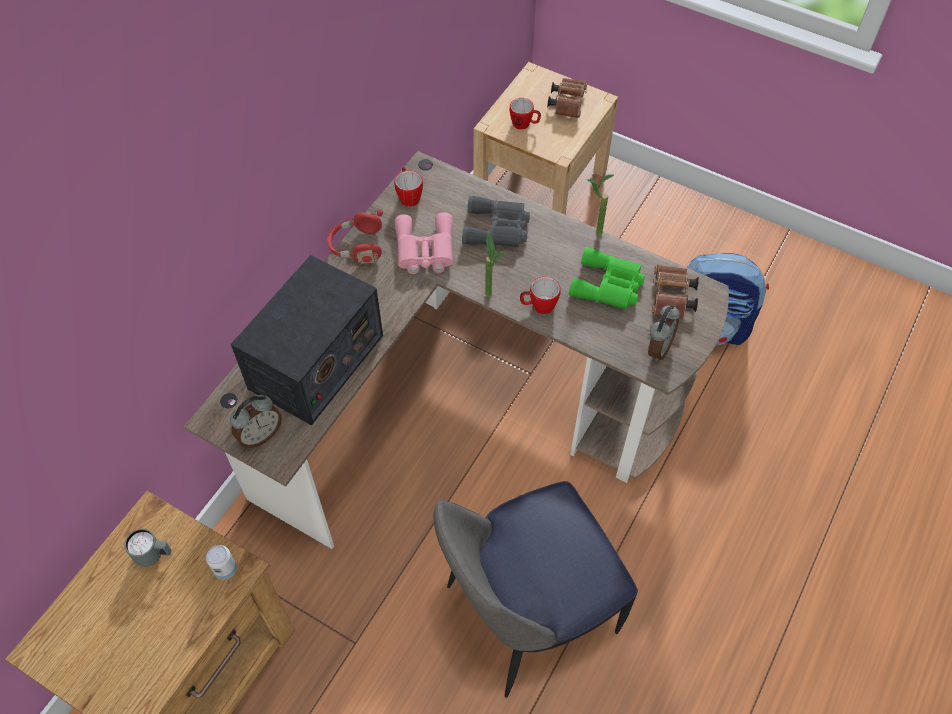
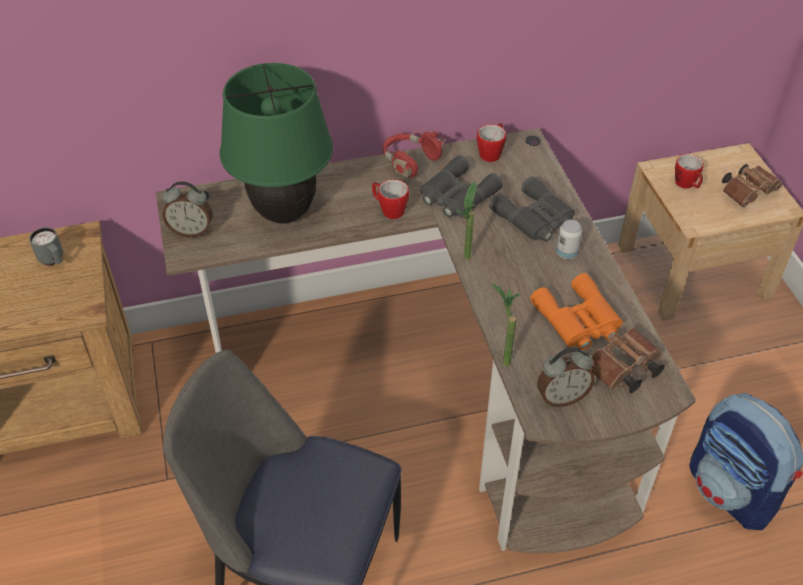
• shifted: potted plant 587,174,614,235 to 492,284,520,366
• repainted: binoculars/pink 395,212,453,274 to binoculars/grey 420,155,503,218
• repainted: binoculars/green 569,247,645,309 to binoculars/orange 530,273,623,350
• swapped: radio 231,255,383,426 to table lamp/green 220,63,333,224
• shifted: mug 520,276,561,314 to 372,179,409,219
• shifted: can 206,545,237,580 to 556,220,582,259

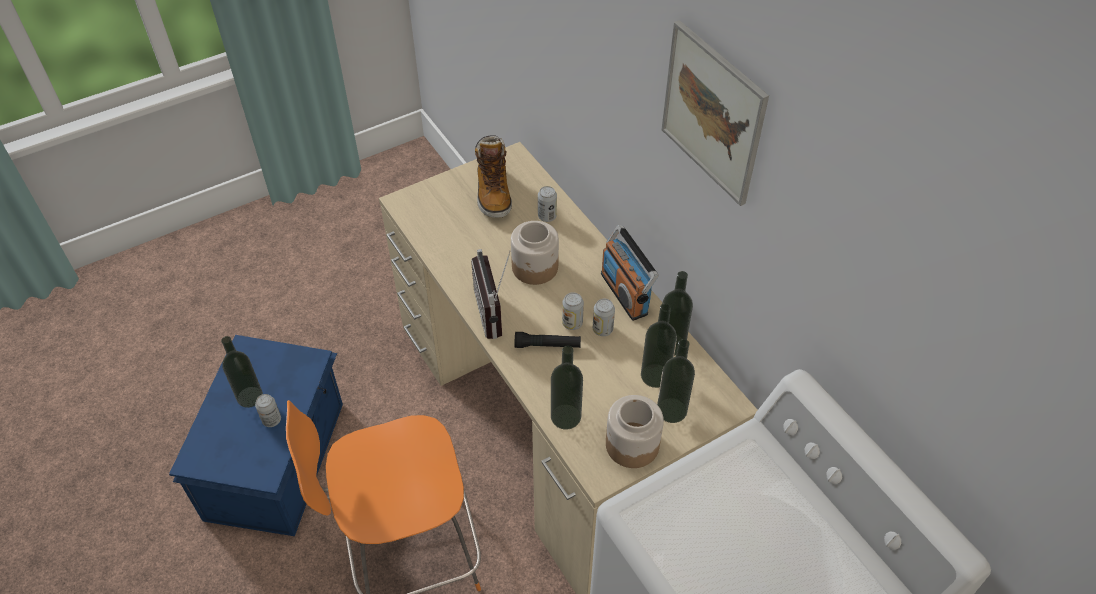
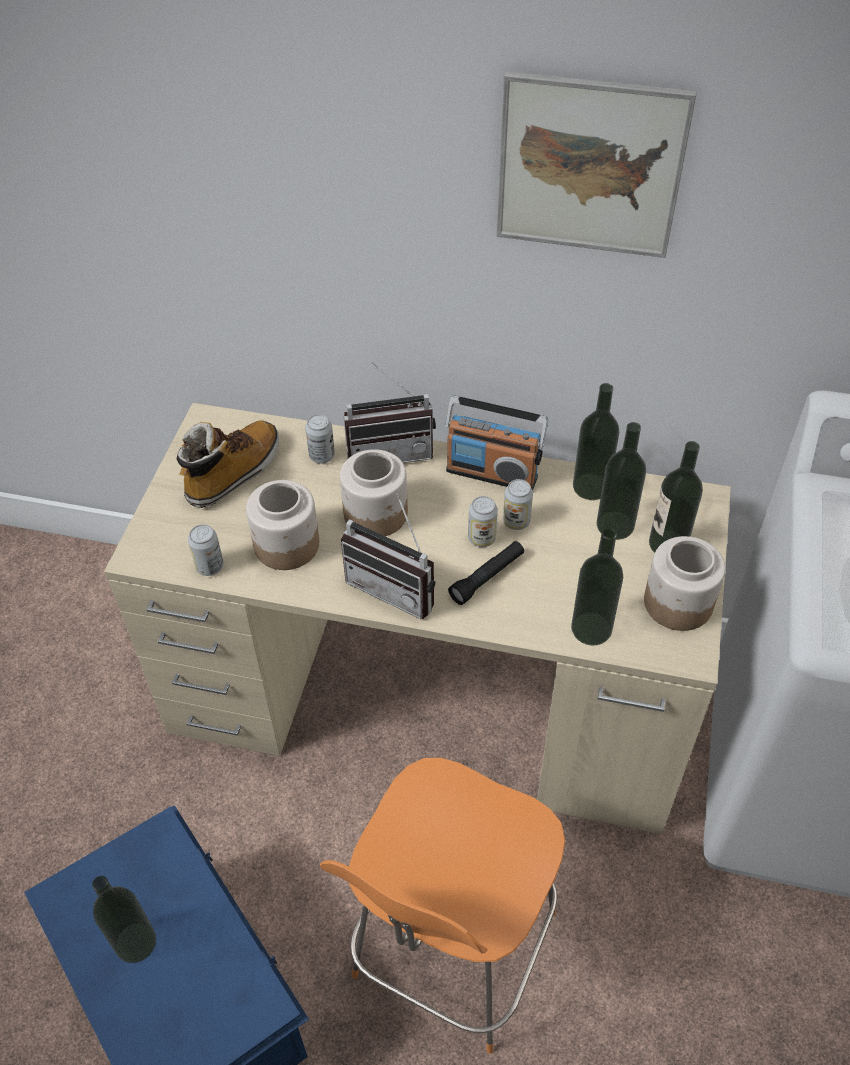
• rotated: boot 475,135,512,218 = 177,420,279,508 90 degrees counterclockwise
• shifted: can 255,394,281,427 to 188,524,224,576
• new: radio 344,362,436,463
• new: jar 246,480,319,570

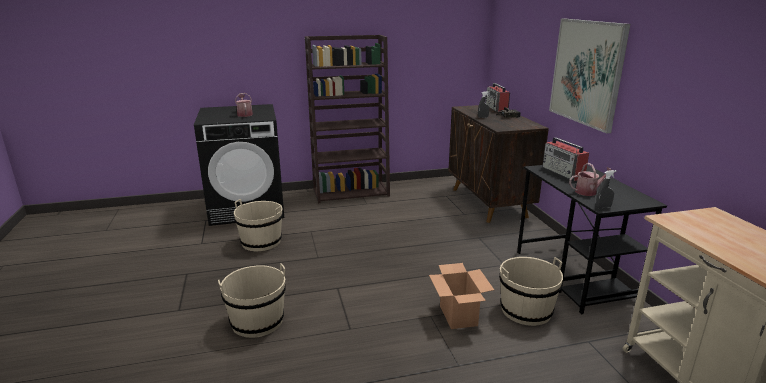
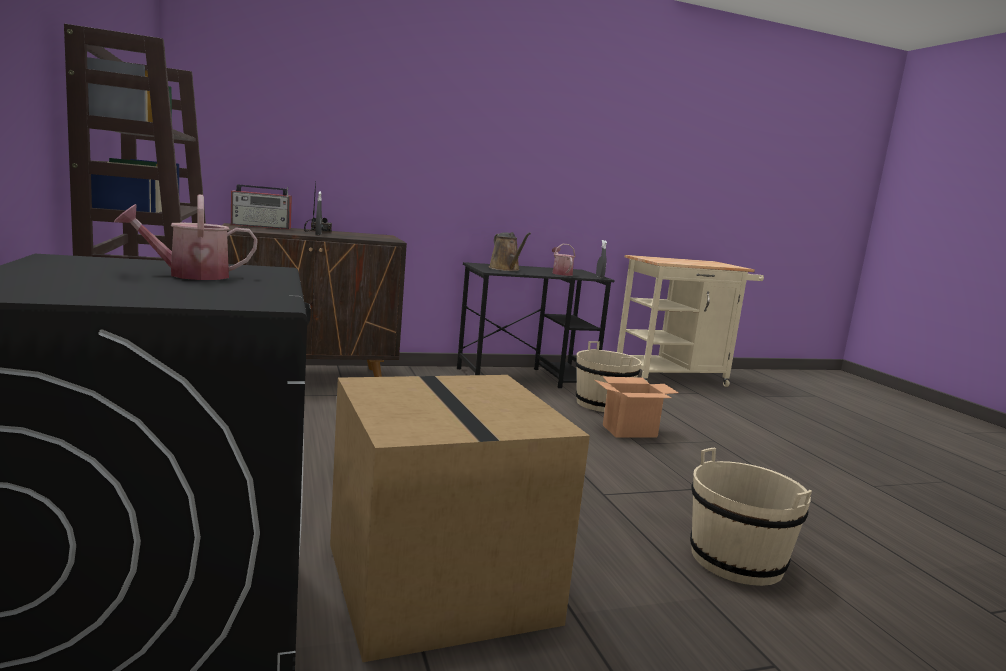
• gone: picture 549,19,630,133
• swapped: radio 542,137,589,181 to watering can/brown 489,232,531,271
• swapped: bucket/beige 234,199,283,251 to cardboard box 330,375,590,662

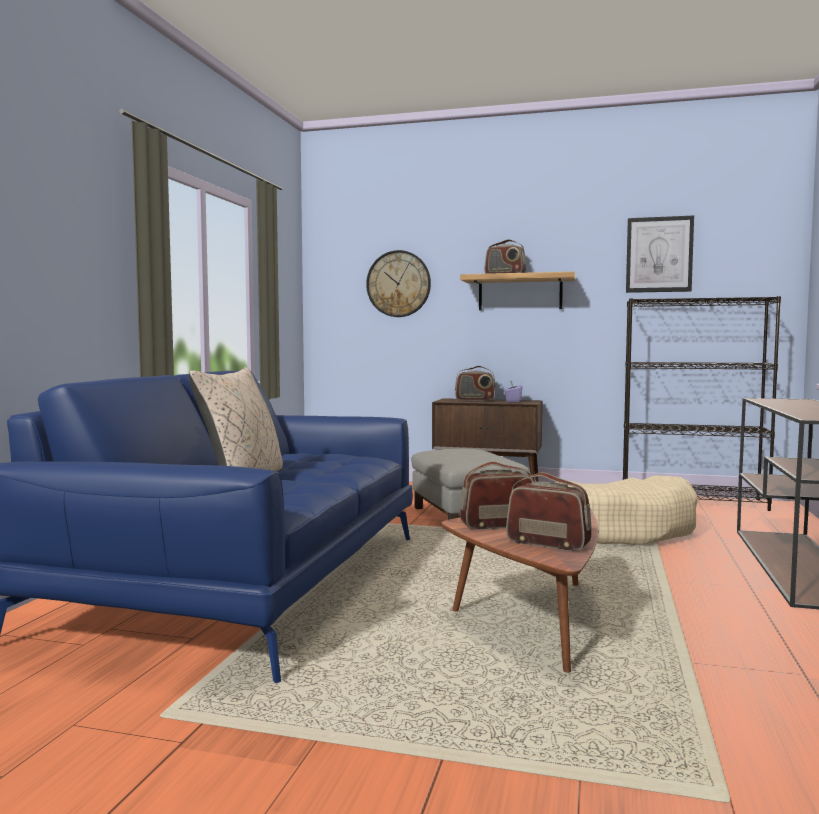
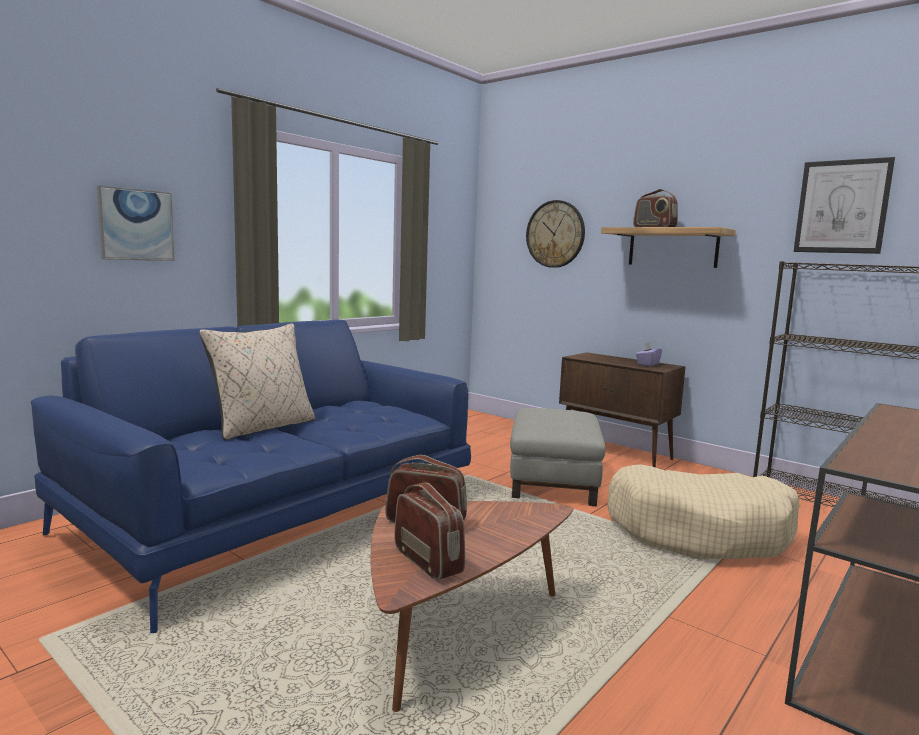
• gone: radio 455,366,496,401
• new: picture 97,185,175,261

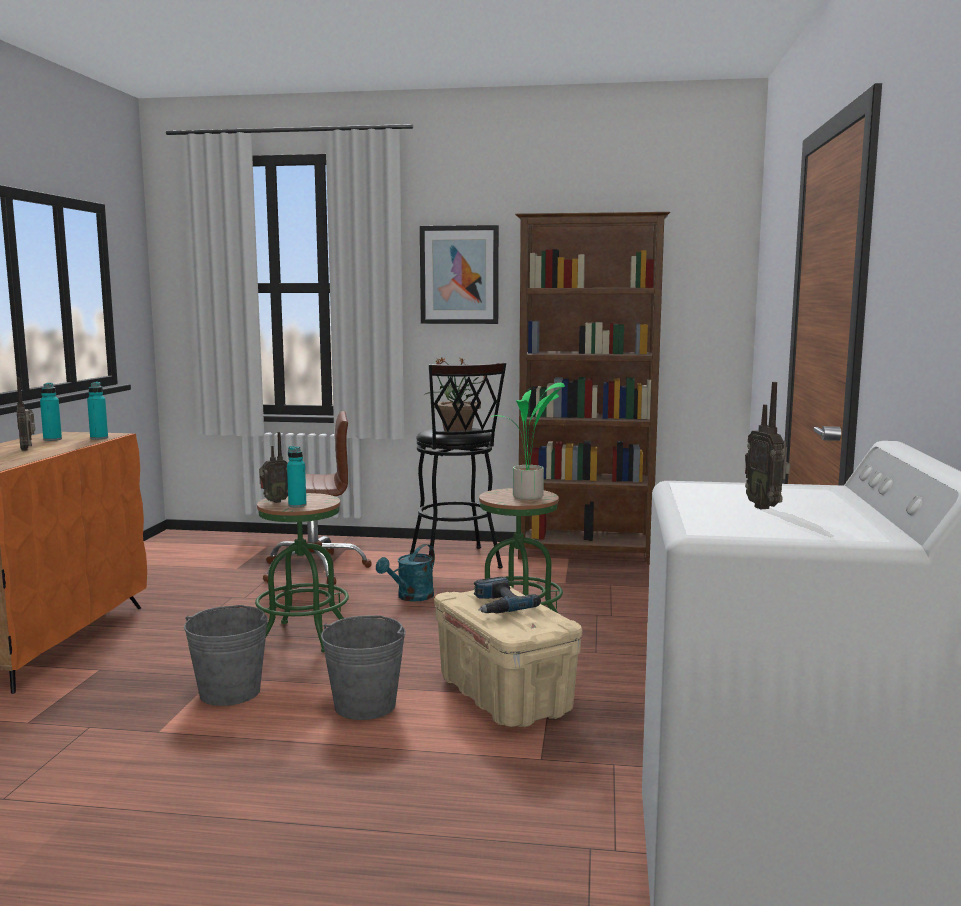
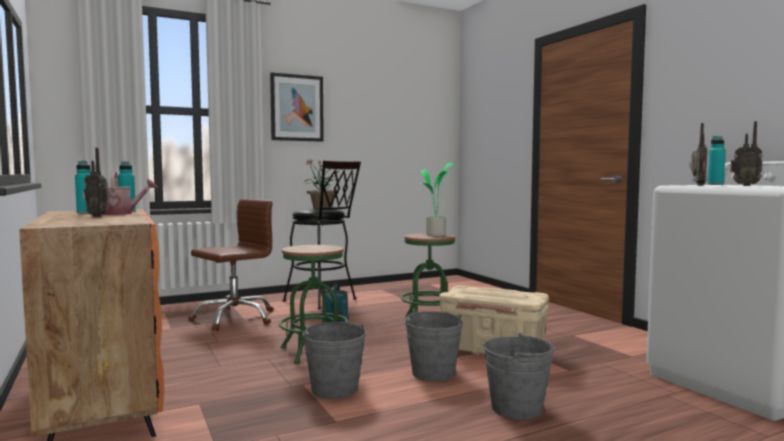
• gone: bookcase/brown 515,212,670,565
• shifted: radio 259,432,288,503 to 689,123,707,186
• shifted: bottle/turquoise 287,446,307,507 to 707,136,726,185
• gone: power drill 474,576,541,613
• new: watering can 83,171,158,215
• new: bucket/grey 483,333,556,420

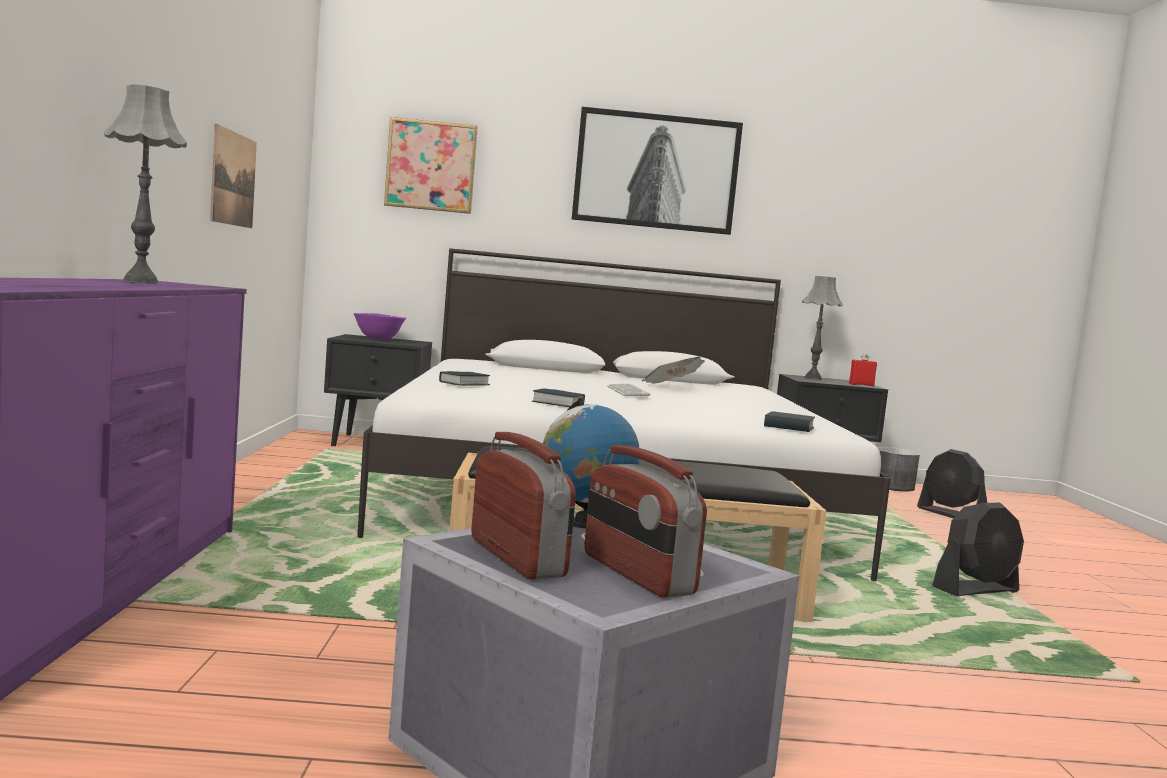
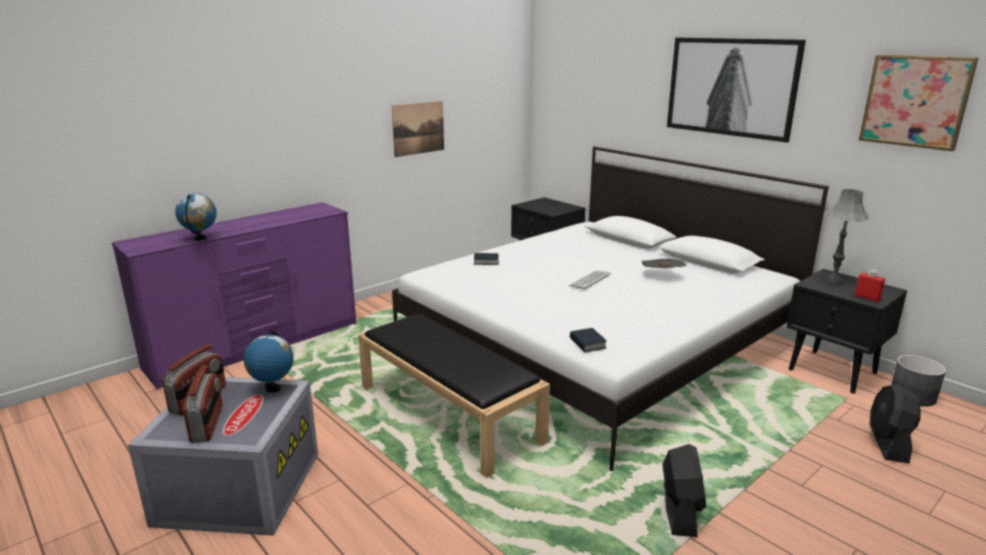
• gone: table lamp/grey 104,84,187,284
• shifted: picture 384,117,478,214 to 859,54,979,151
• gone: bowl/purple 354,313,406,340
• gone: book 532,388,585,407
• rotated: radio 584,445,707,598 = 183,365,223,443 150 degrees clockwise
• rotated: fan/black 932,503,1024,596 = 662,444,706,538 105 degrees counterclockwise
• new: globe 175,193,216,241

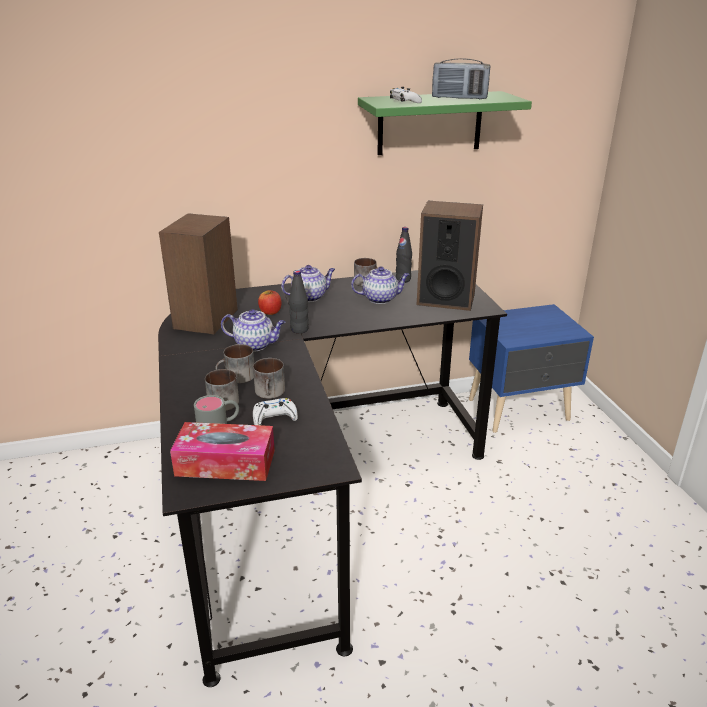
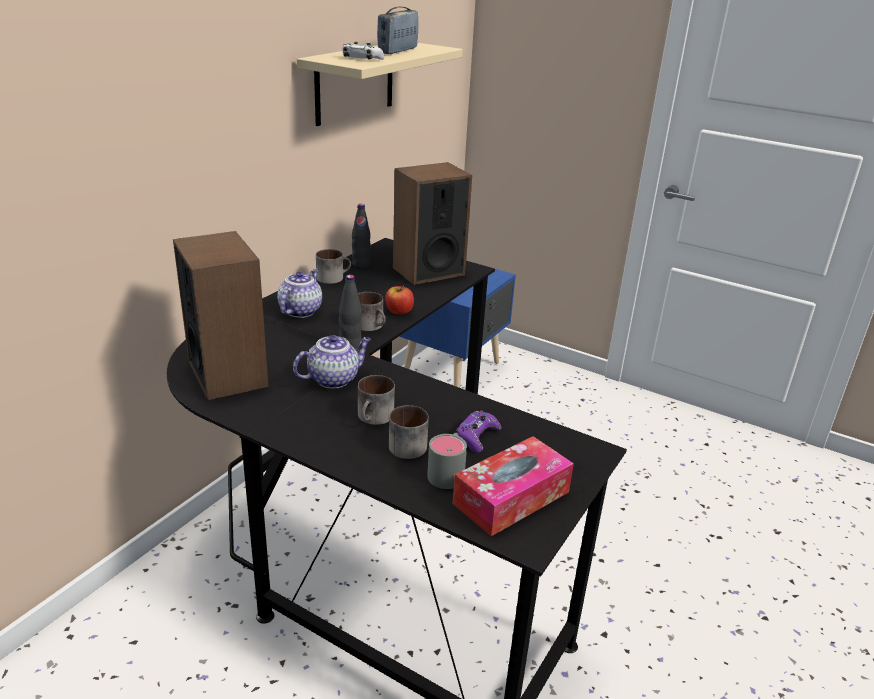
• rotated: radio 432,58,490,99 = 377,7,419,54 150 degrees clockwise
• repainted: shelf/green 358,91,532,155 to shelf/beige 297,43,463,126
• gone: teapot 351,267,410,304
• shifted: apple 258,290,281,315 to 385,285,414,315
• shifted: mug 253,358,285,399 to 358,292,386,331
• repainted: game controller/white 253,398,298,425 to game controller/purple 456,411,501,453

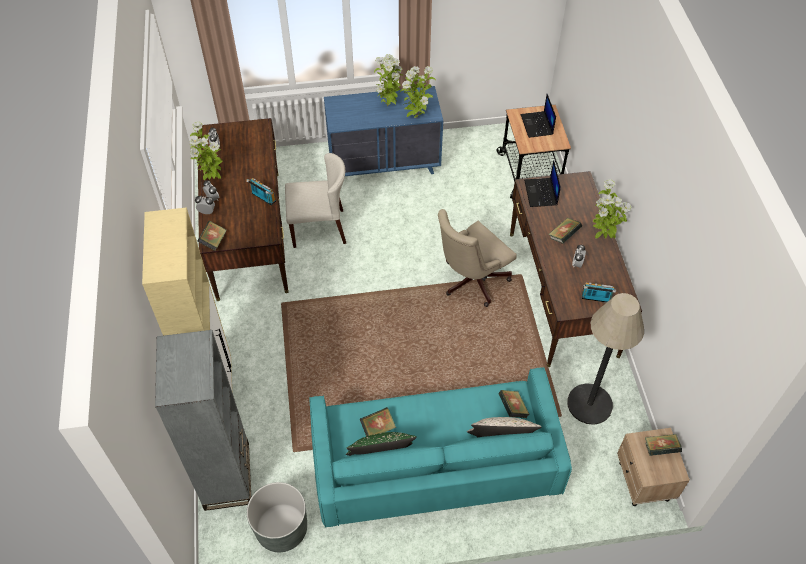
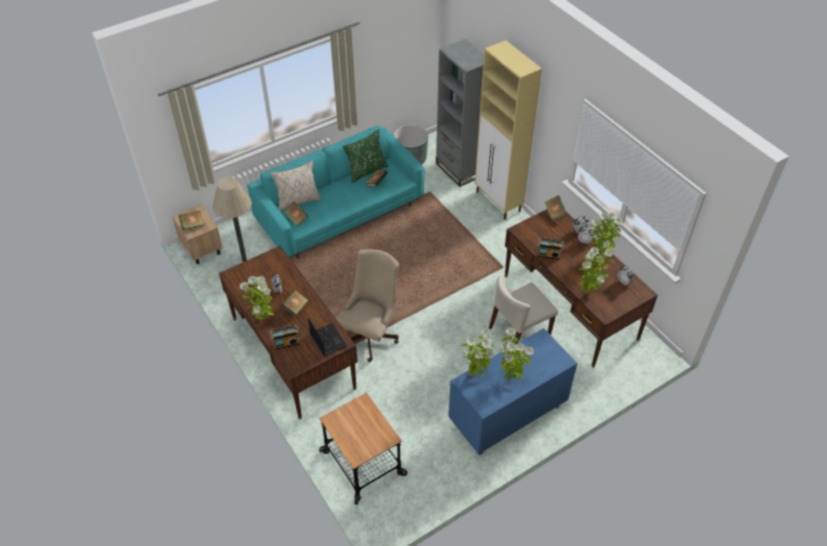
• gone: laptop 521,94,556,138
• shifted: radio 582,282,616,302 to 270,325,299,350
• new: potted plant 578,247,614,293

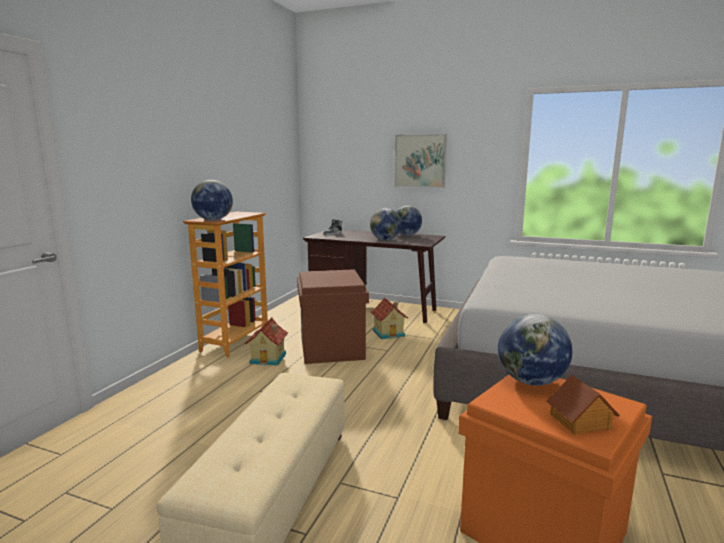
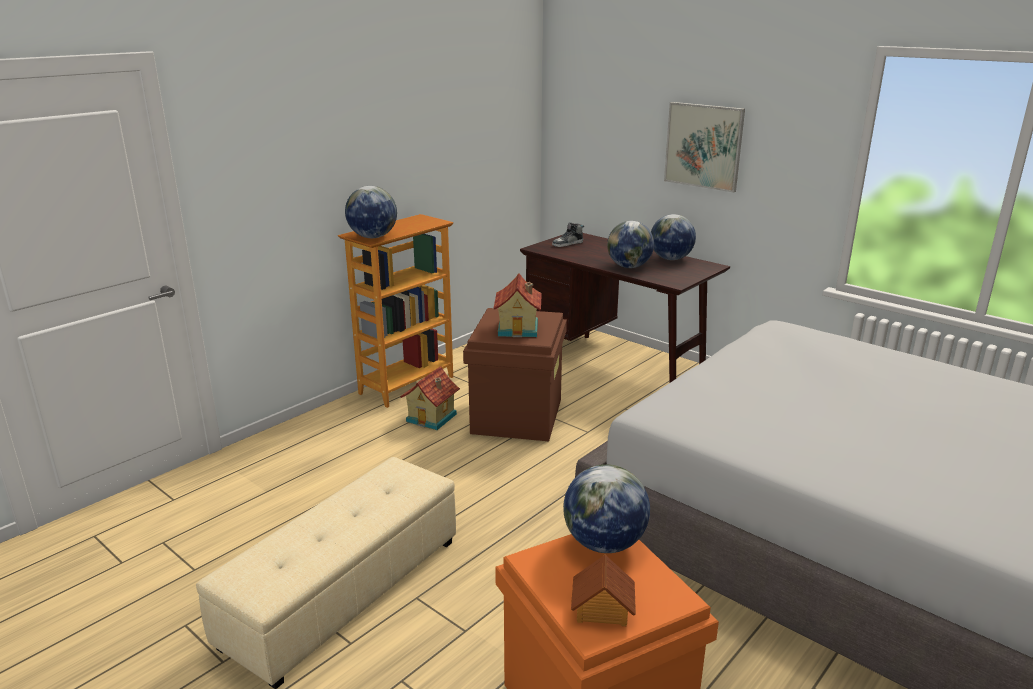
• shifted: toy house 371,298,408,339 to 493,273,542,337

